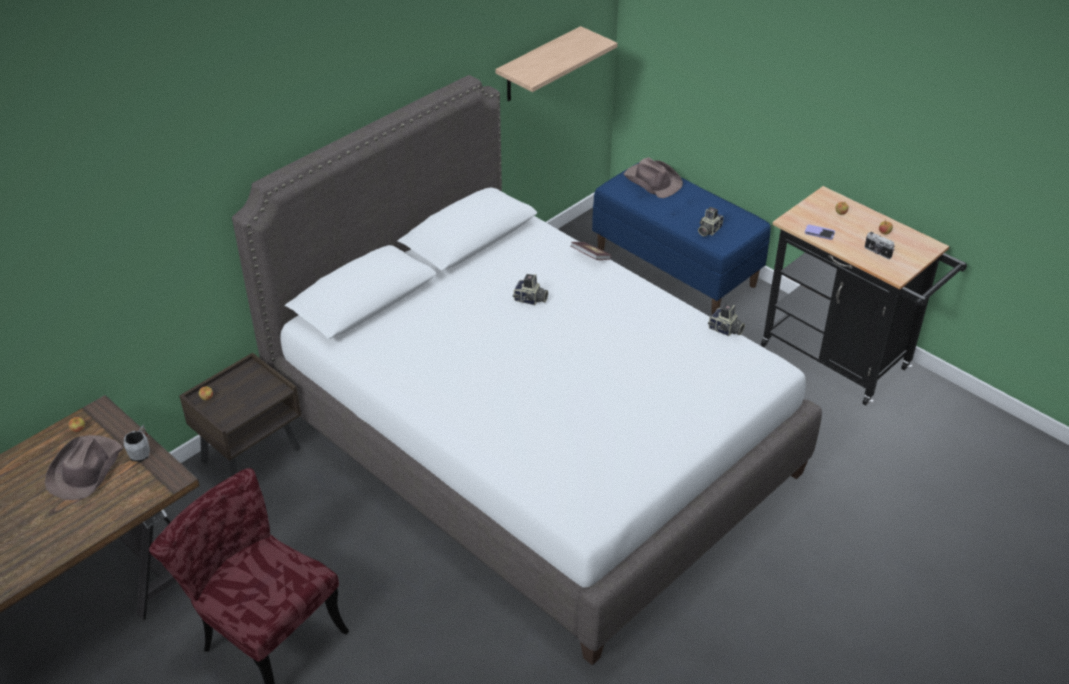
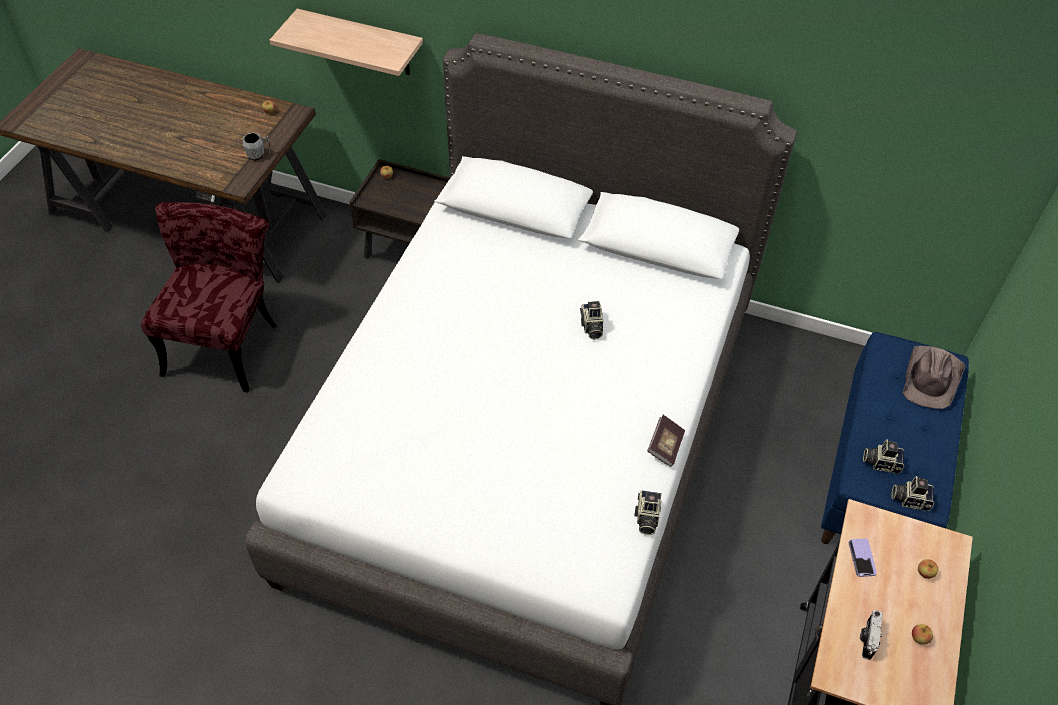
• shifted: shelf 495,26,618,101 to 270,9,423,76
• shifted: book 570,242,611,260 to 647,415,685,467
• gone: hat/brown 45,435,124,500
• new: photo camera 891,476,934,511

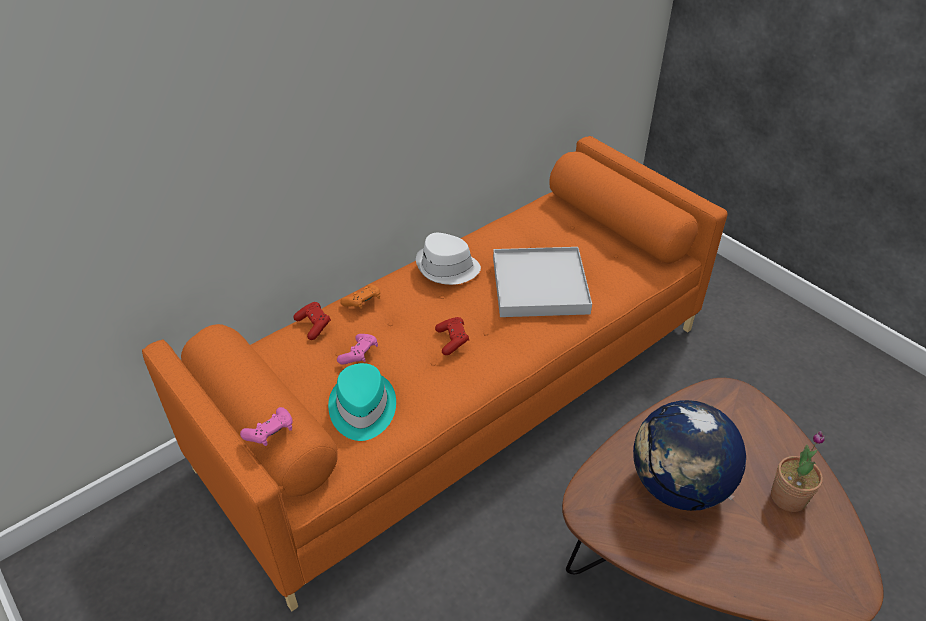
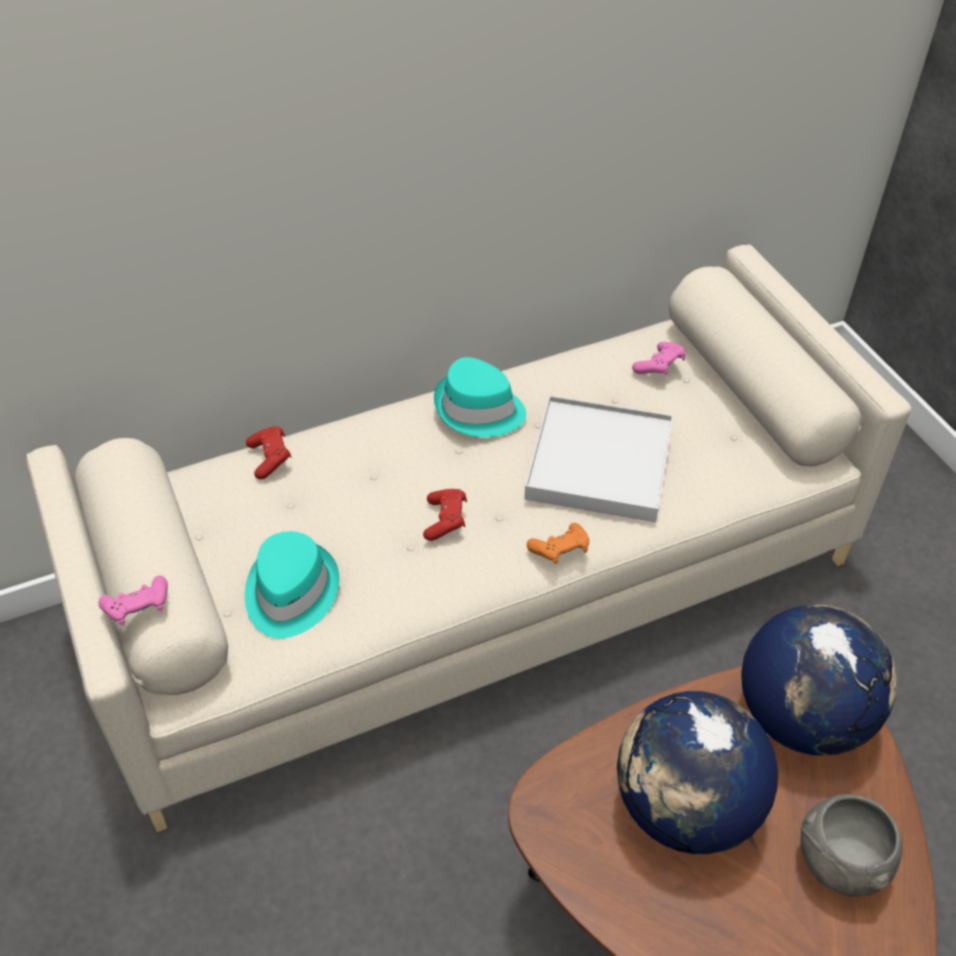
• repainted: sofa/orange 142,136,728,611 to sofa/beige 26,245,911,832
• repainted: hat/white 416,233,481,285 to hat/turquoise 434,357,526,437
• shifted: game controller/orange 340,284,380,309 to 527,523,589,564
• shifted: game controller/pink 337,334,378,365 to 632,342,685,375
• swapped: potted plant 771,431,825,512 to bowl/grey 801,794,902,897
• new: globe 741,604,897,756

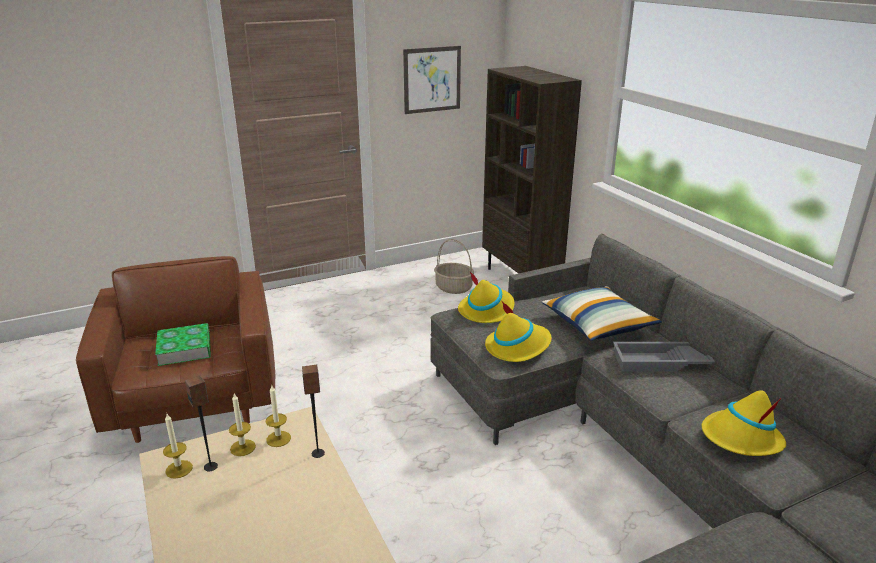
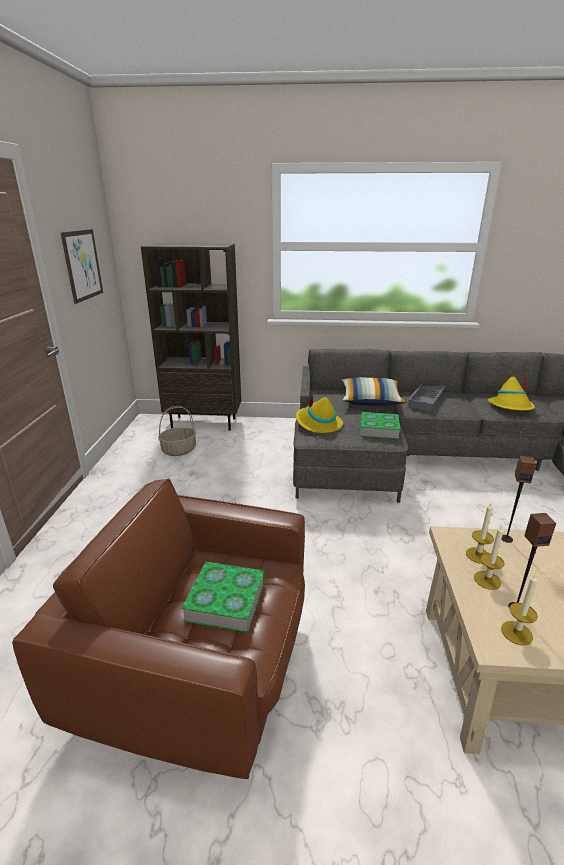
• swapped: hat/yellow 485,302,552,362 to book 360,412,400,439

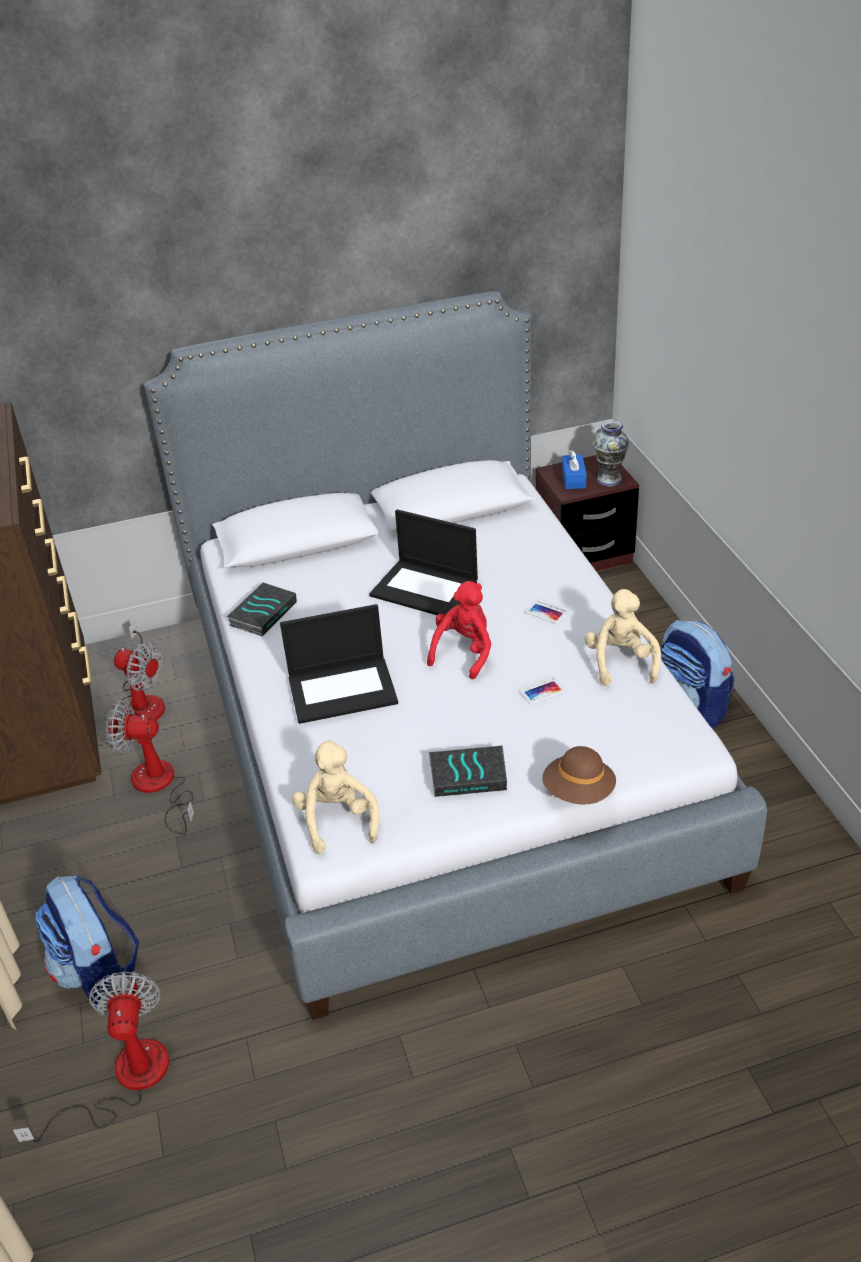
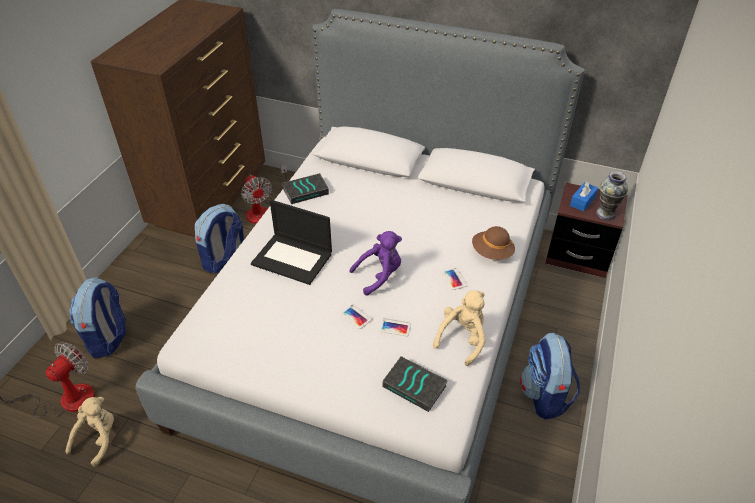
• gone: laptop 369,509,478,615
• repainted: plush toy/red 427,581,491,679 to plush toy/purple 349,231,402,295
• swapped: fan 106,700,194,834 to backpack 195,204,244,273
• shifted: plush toy/beige 292,740,379,854 to 66,397,114,467
• shifted: book 429,745,507,797 to 382,356,448,412
• shifted: hat/brown 542,746,616,805 to 472,226,515,260
• new: phone 340,304,372,329

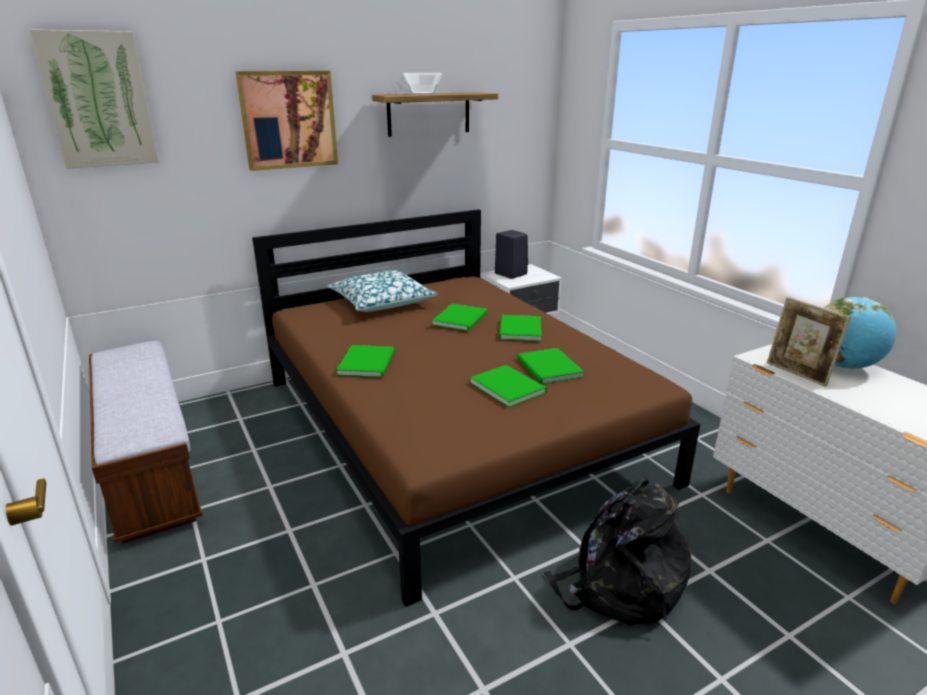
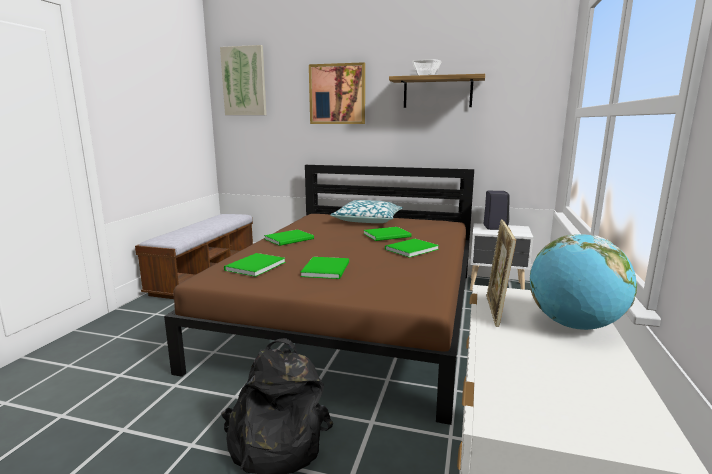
• shifted: book/green 517,348,584,384 to 224,253,286,277

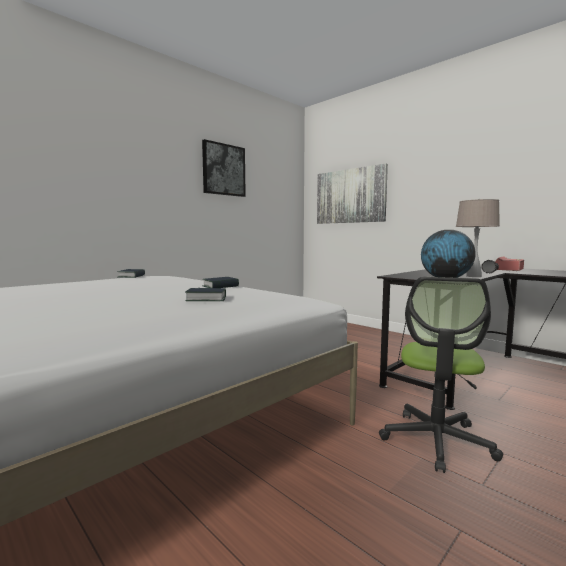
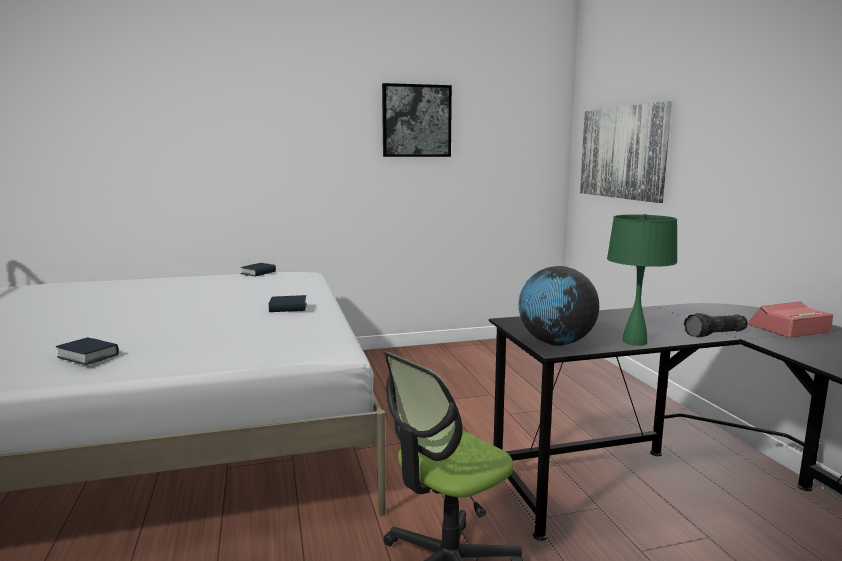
• repainted: table lamp/beige 456,199,500,277 to table lamp/green 607,214,677,346
• shifted: book 185,288,226,301 to 56,337,119,365

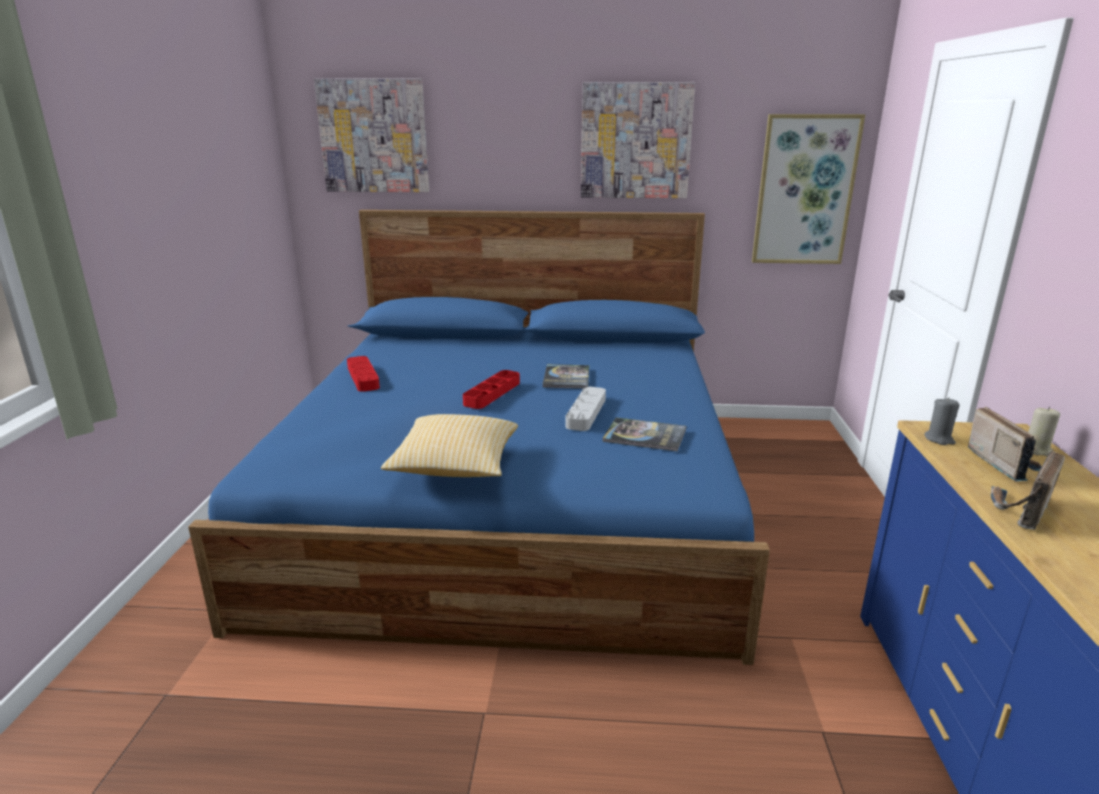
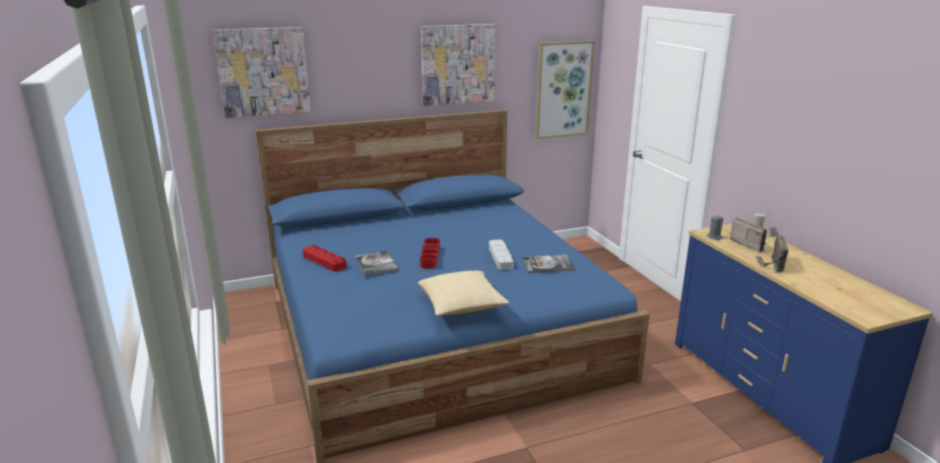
• shifted: book 542,364,589,389 to 355,251,399,276

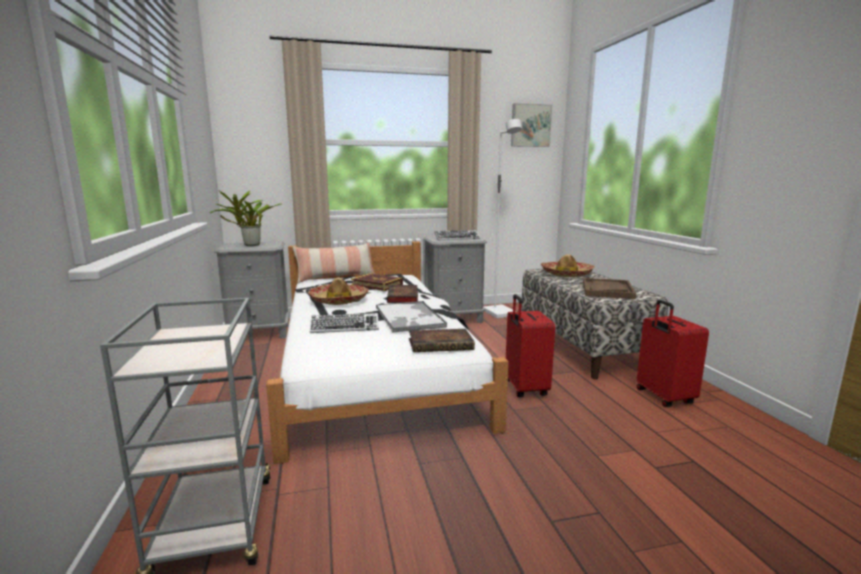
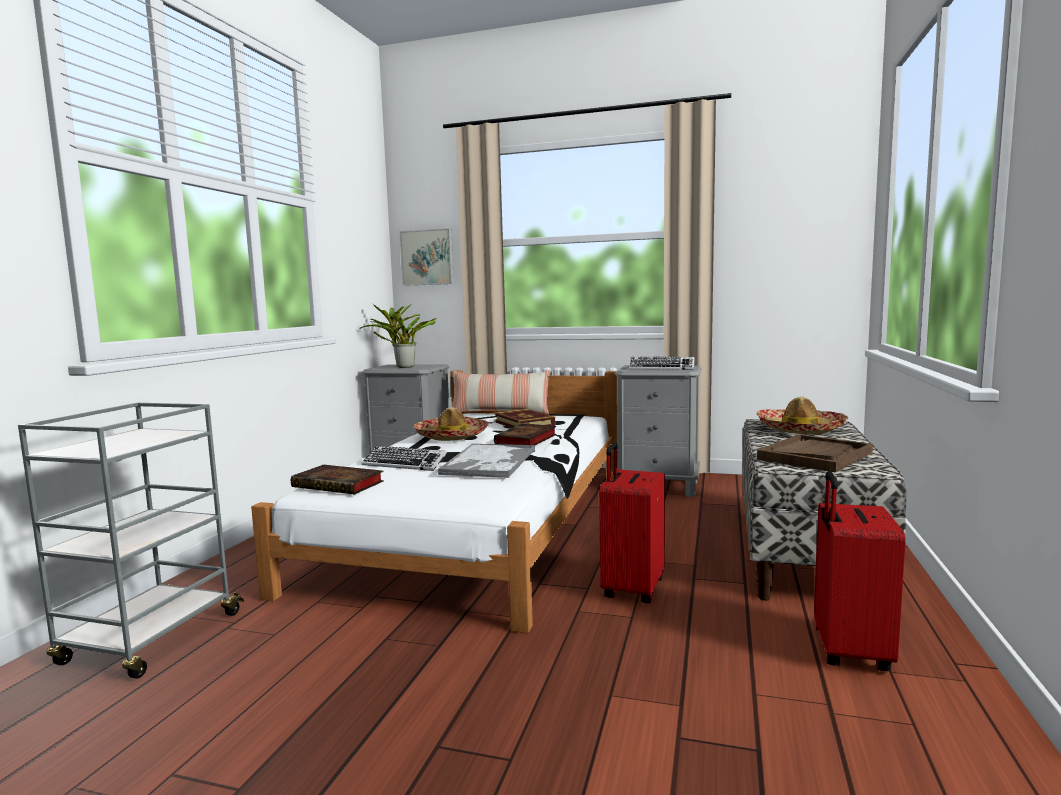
• shifted: picture 511,103,552,147 to 400,229,454,286
• gone: floor lamp/white 483,119,522,319
• shifted: book 409,329,475,352 to 291,465,384,495

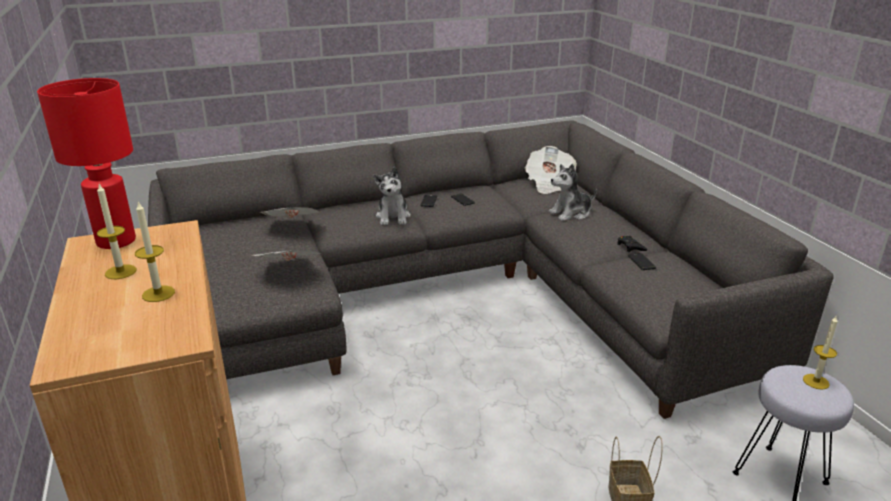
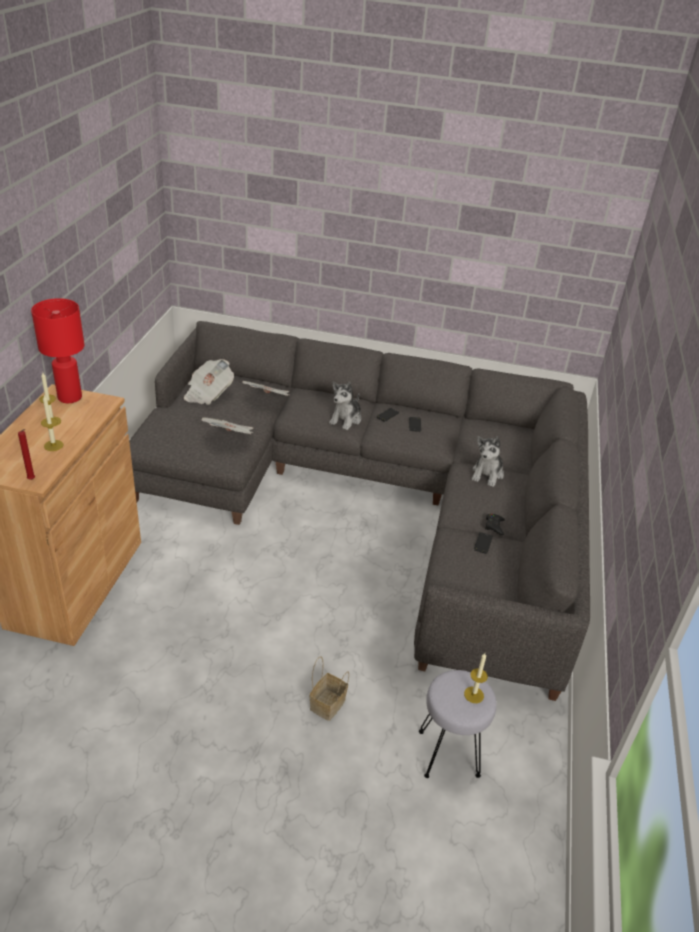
• shifted: newspaper 525,146,577,194 to 184,359,234,405
• rotated: plush toy 549,164,597,221 = 472,436,504,487 75 degrees counterclockwise
• new: candle/red 18,429,35,480

